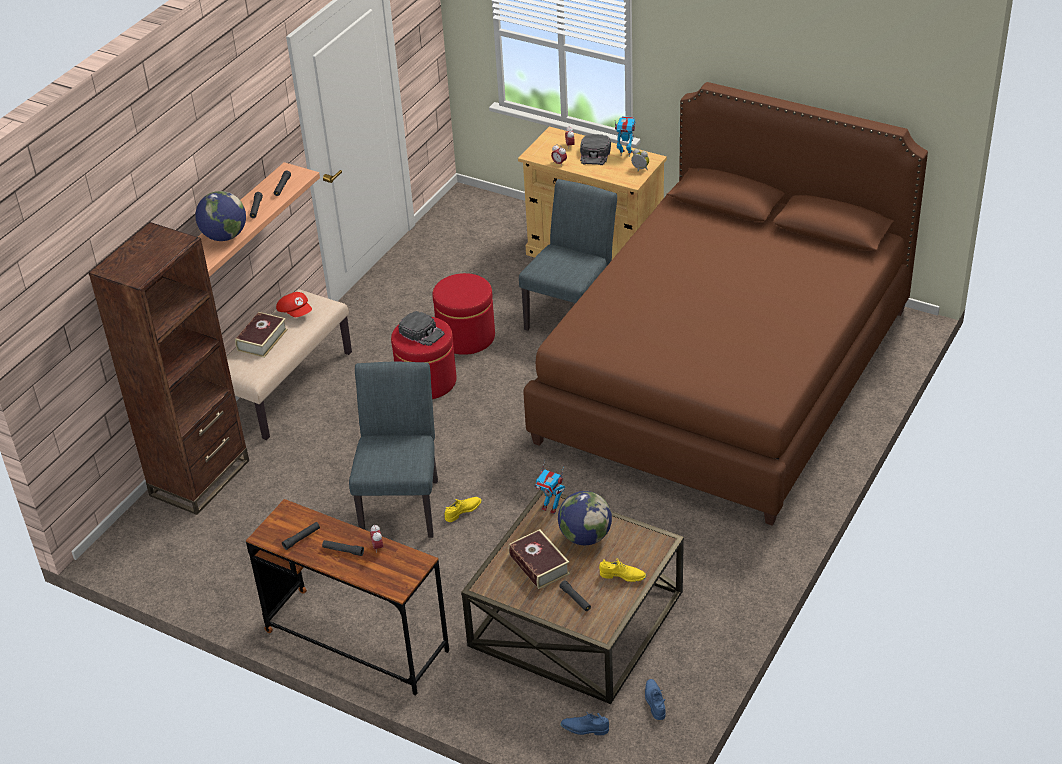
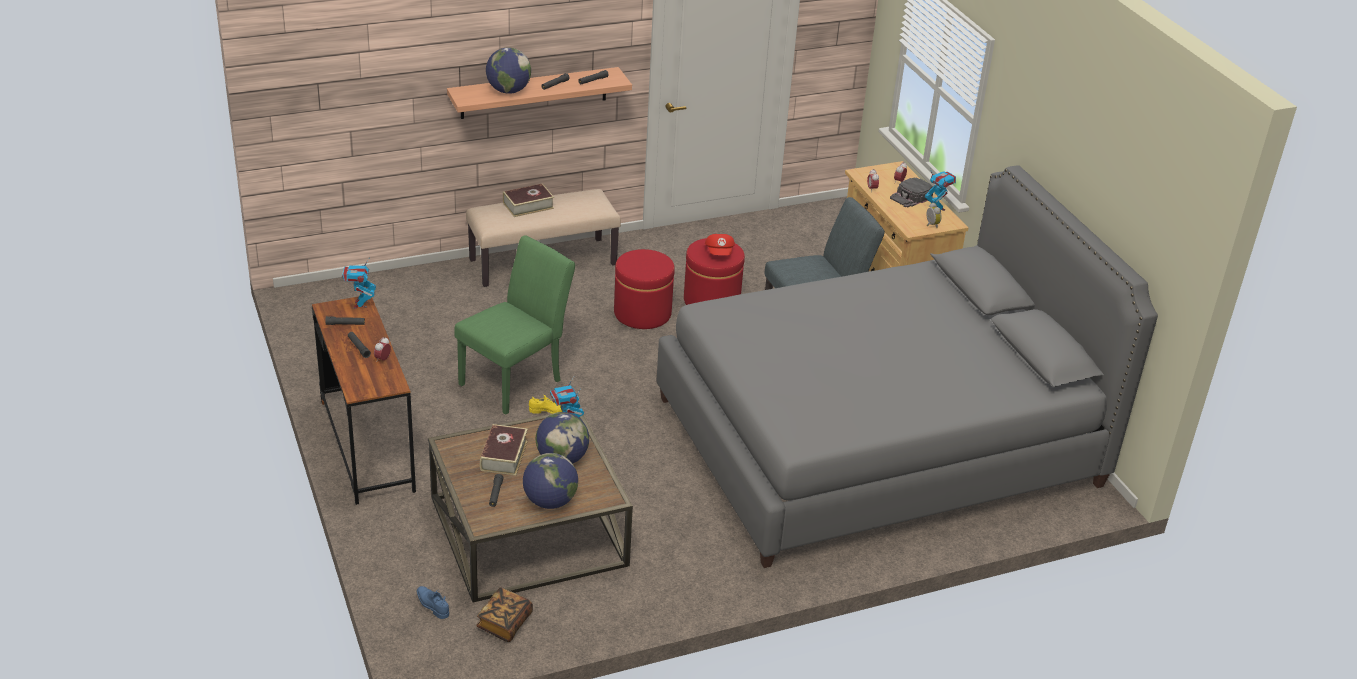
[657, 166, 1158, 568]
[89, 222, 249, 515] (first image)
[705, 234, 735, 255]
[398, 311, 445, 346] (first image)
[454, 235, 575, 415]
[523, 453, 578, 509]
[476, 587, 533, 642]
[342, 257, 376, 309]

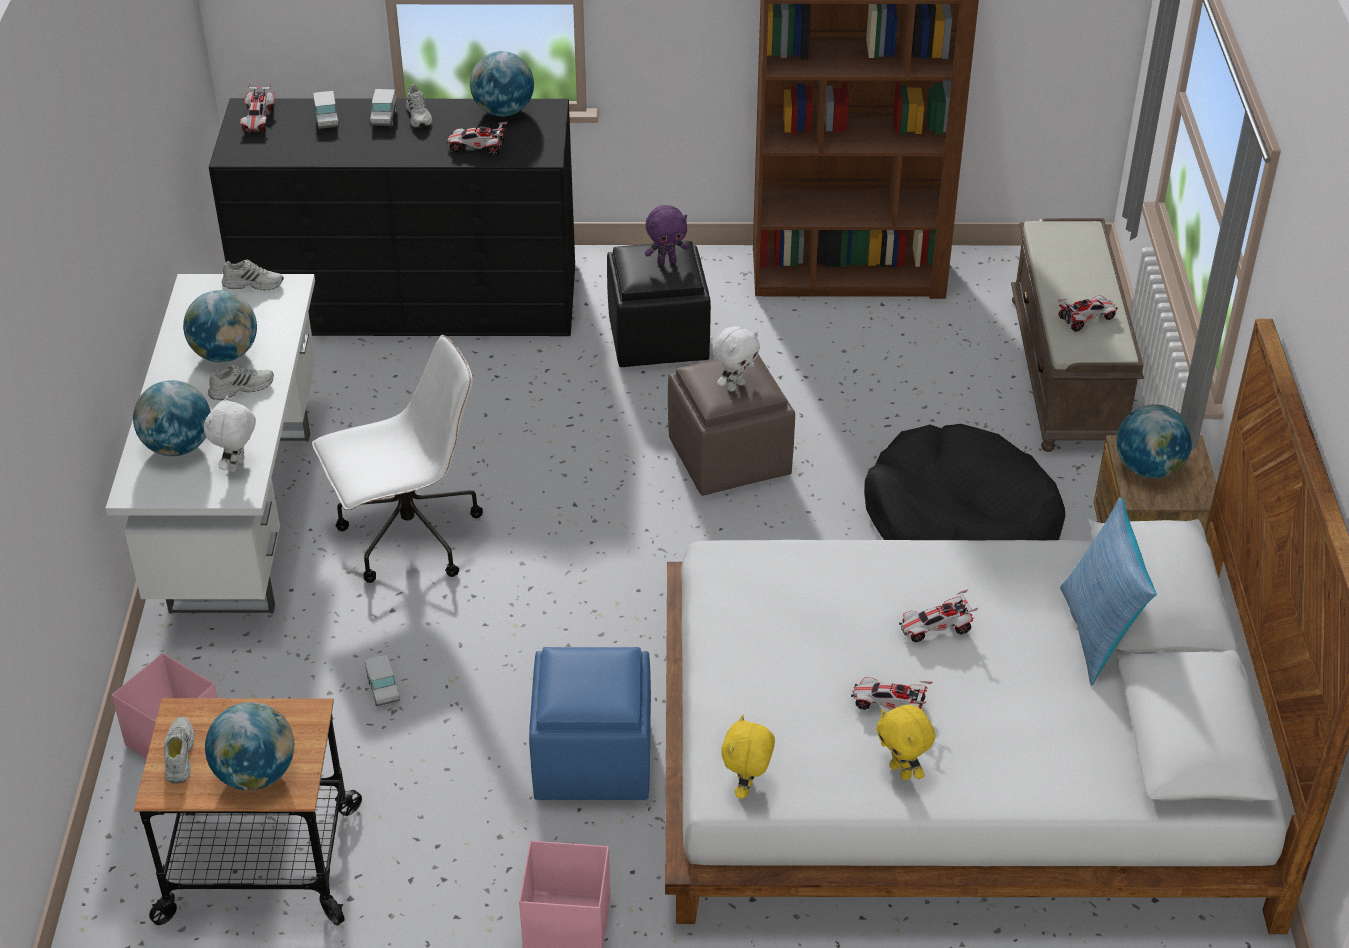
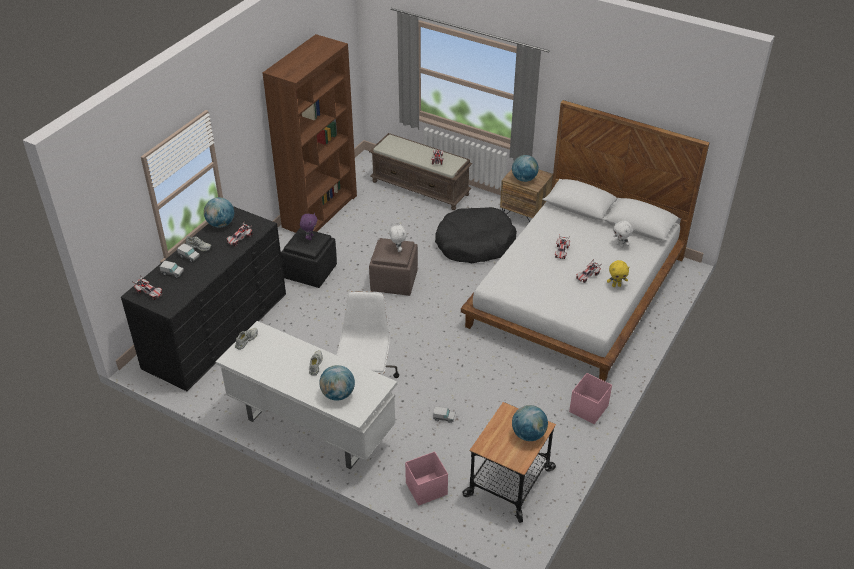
[183, 290, 257, 362] (first image)
[613, 221, 633, 248]
[1060, 497, 1157, 685] (first image)
[529, 647, 651, 800] (first image)
[722, 715, 775, 799] (first image)
[164, 717, 195, 783] (first image)

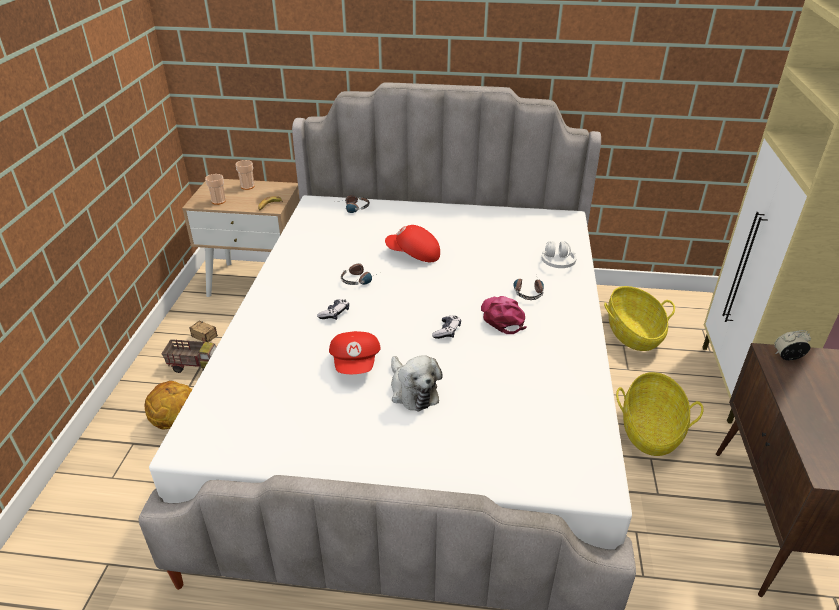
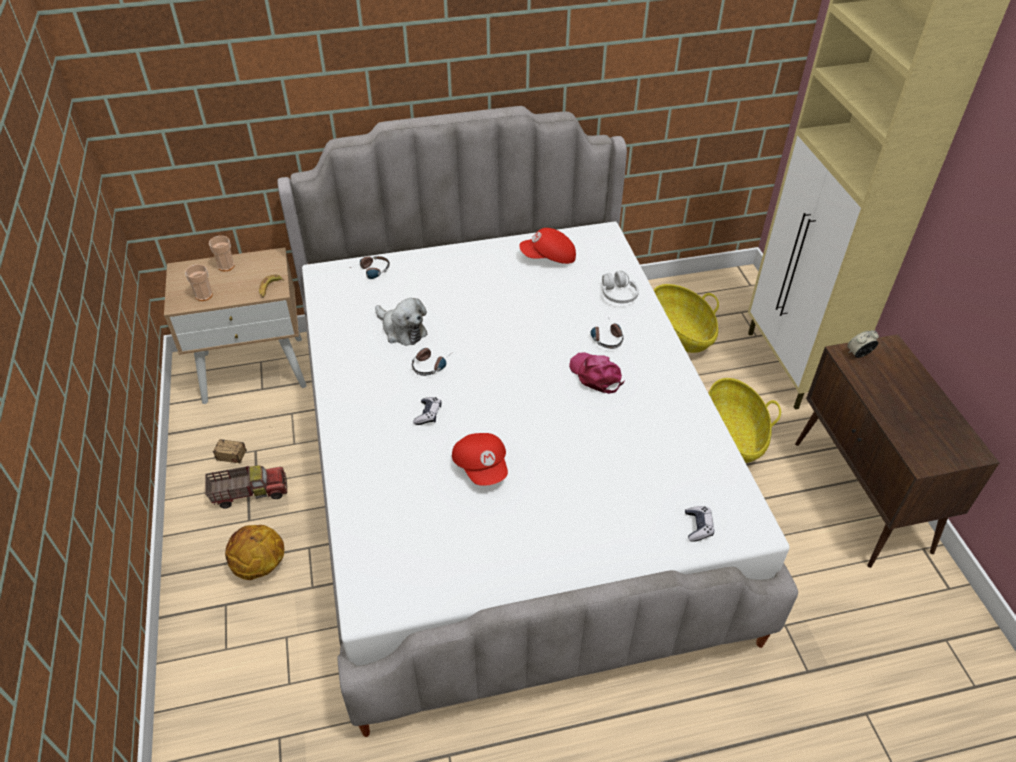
[519, 228, 576, 264]
[685, 506, 714, 542]
[375, 298, 427, 346]

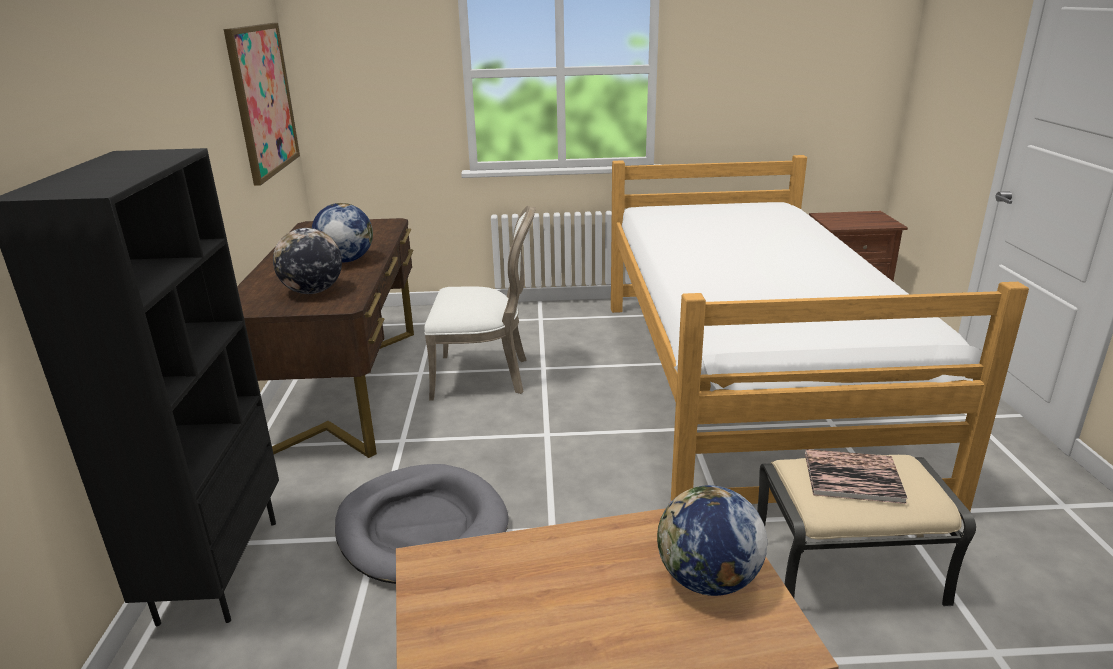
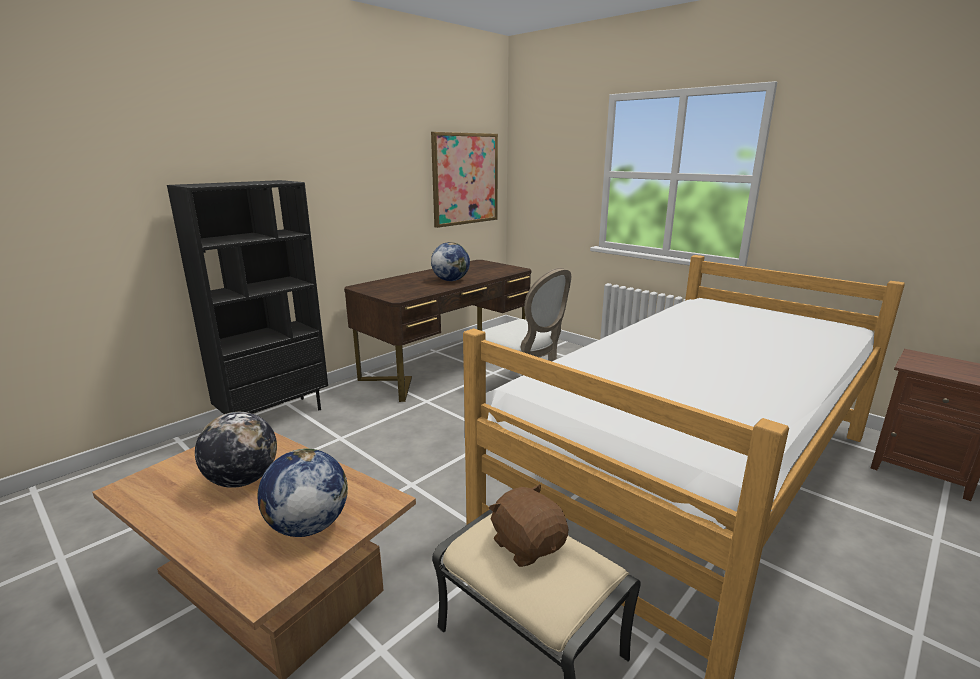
[195, 412, 277, 488]
[489, 484, 569, 567]
[335, 464, 509, 584] (first image)

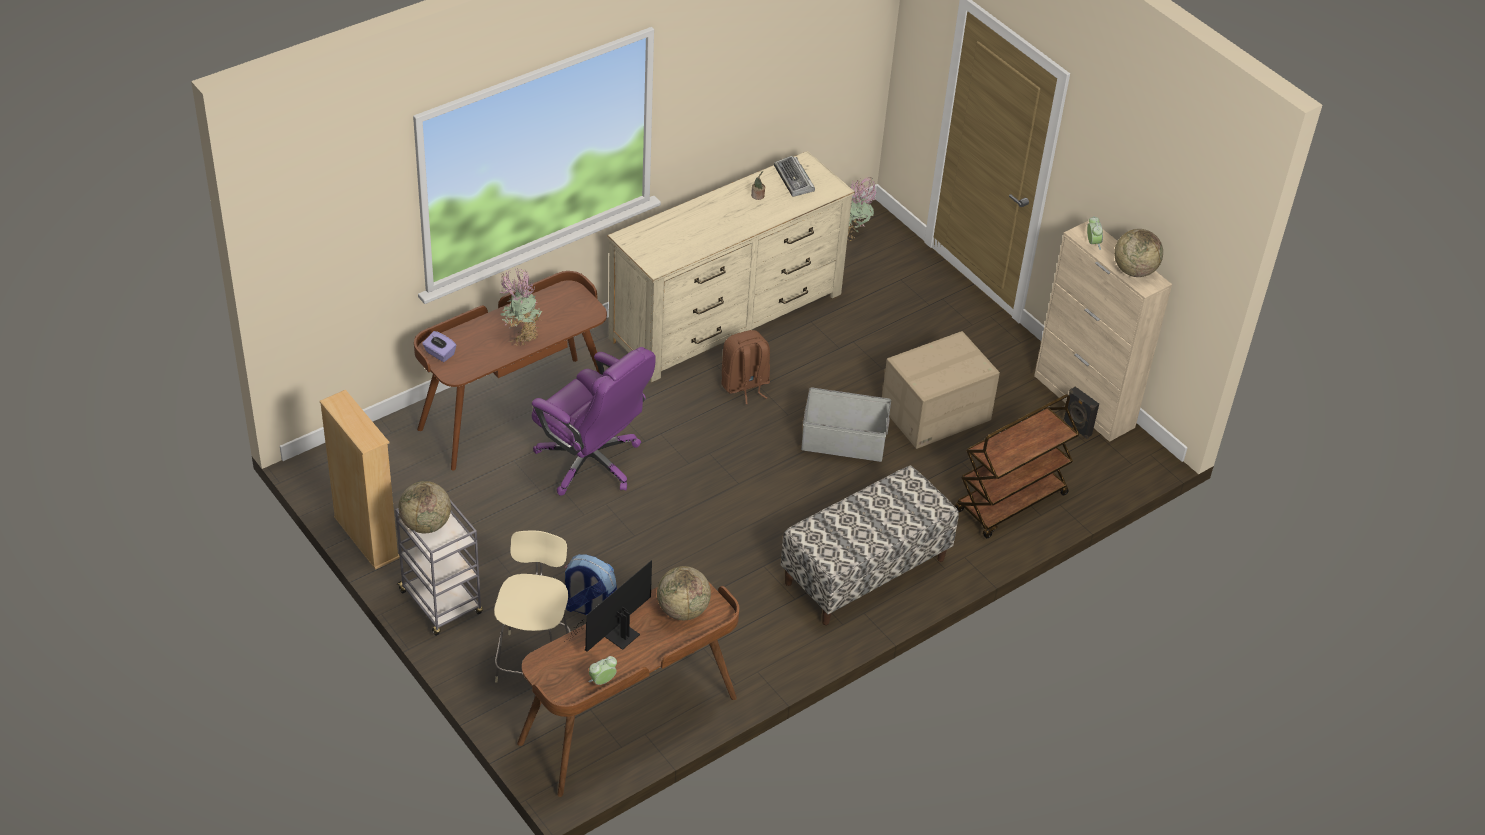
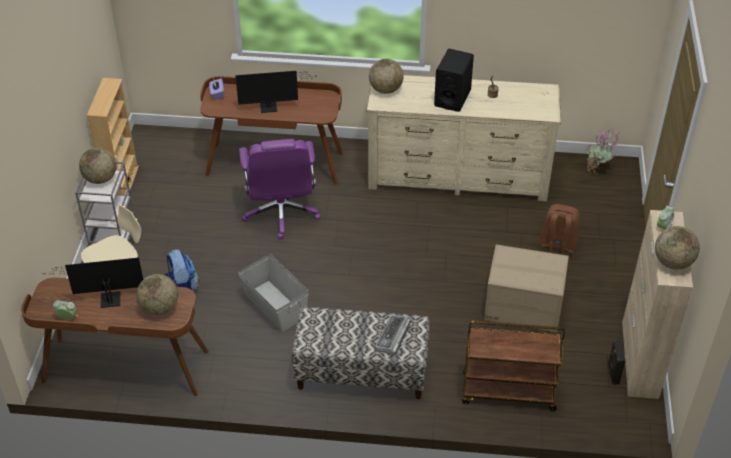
[374, 315, 412, 355]
[235, 71, 317, 113]
[540, 204, 580, 255]
[238, 254, 309, 332]
[434, 49, 474, 112]
[369, 59, 403, 94]

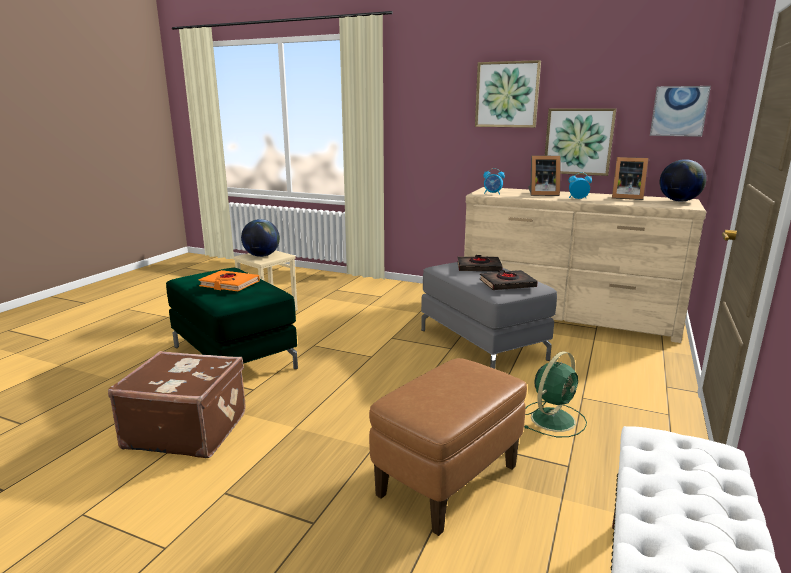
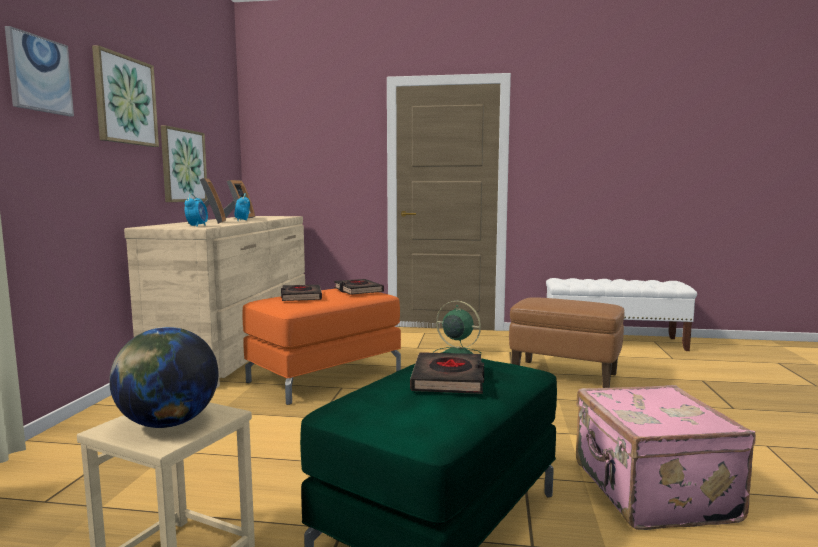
[5, 26, 74, 116]
[659, 159, 707, 202] (first image)
[242, 289, 401, 405]
[410, 352, 484, 394]
[576, 385, 756, 530]

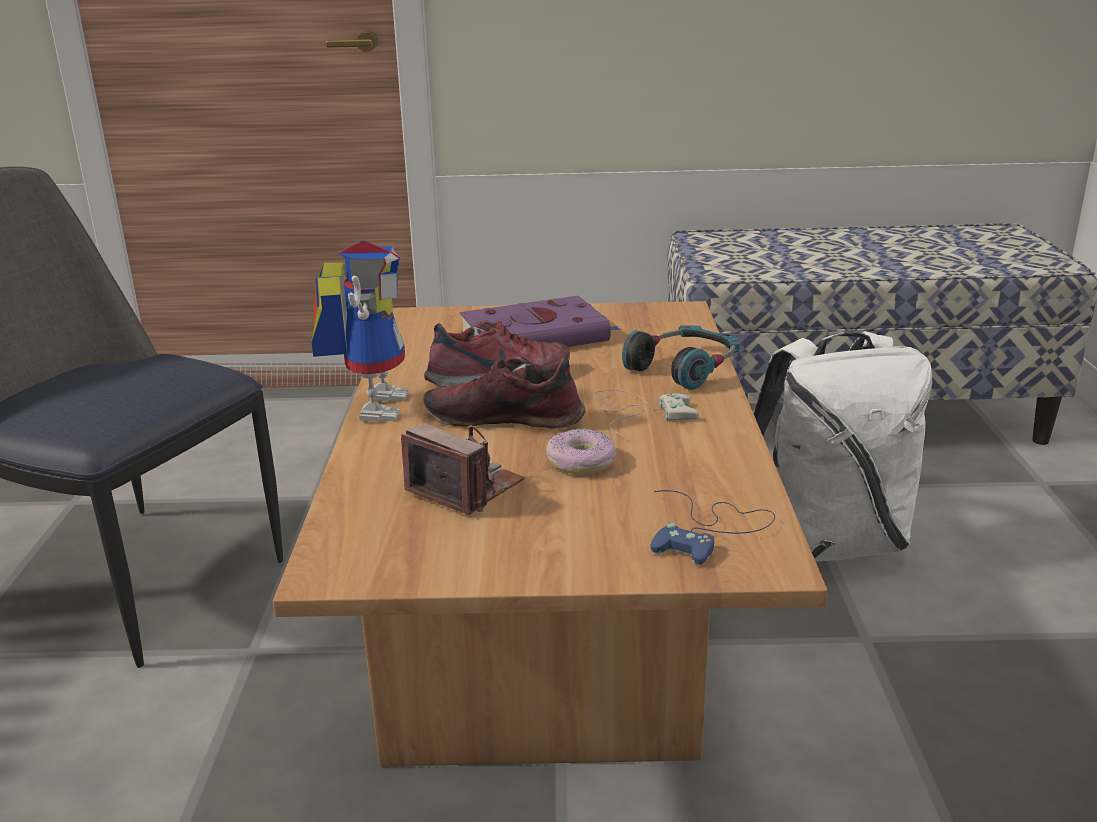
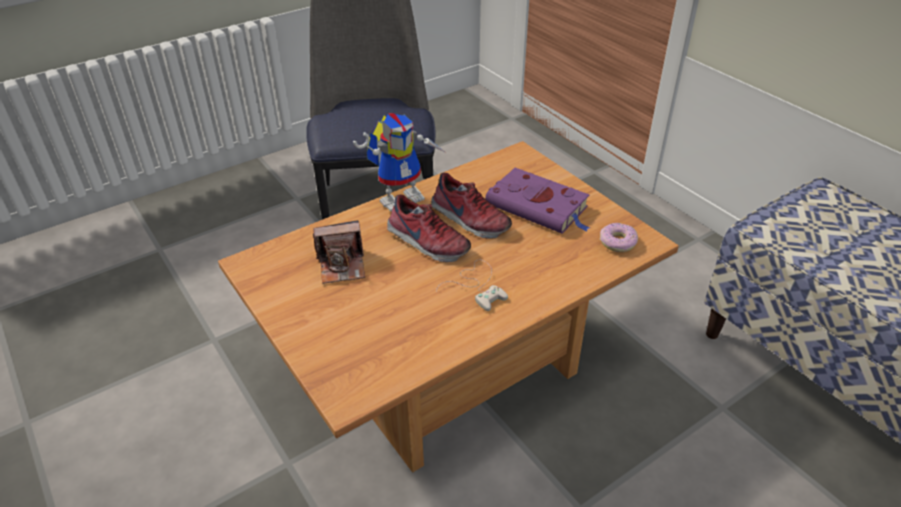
[622, 325, 740, 390] (first image)
[753, 331, 932, 562] (first image)
[387, 195, 471, 262]
[313, 220, 365, 284]
[600, 223, 638, 252]
[651, 490, 775, 565] (first image)

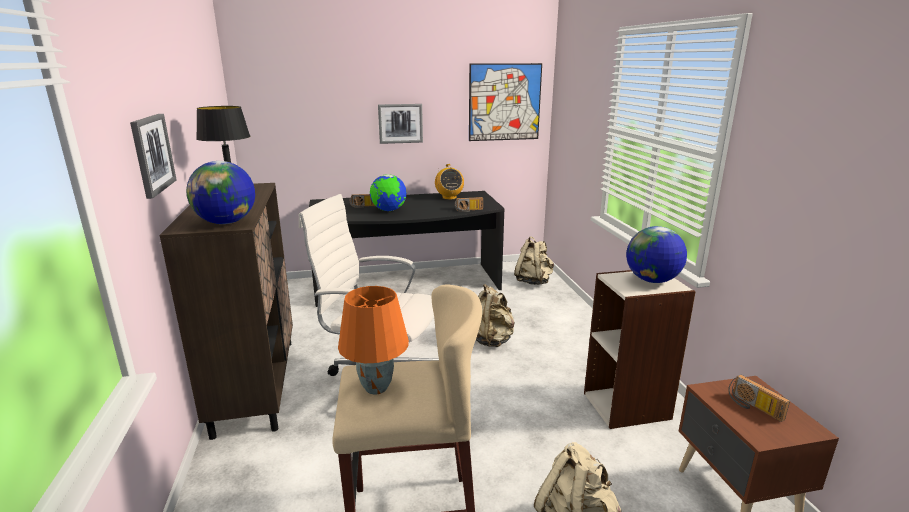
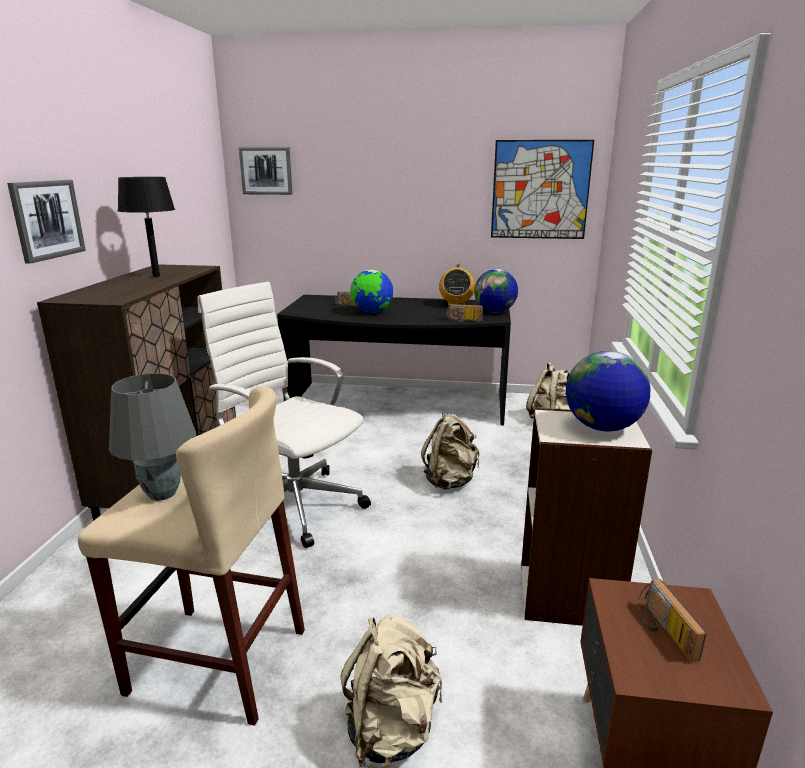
[239, 147, 292, 195]
[474, 269, 518, 313]
[109, 373, 196, 501]

